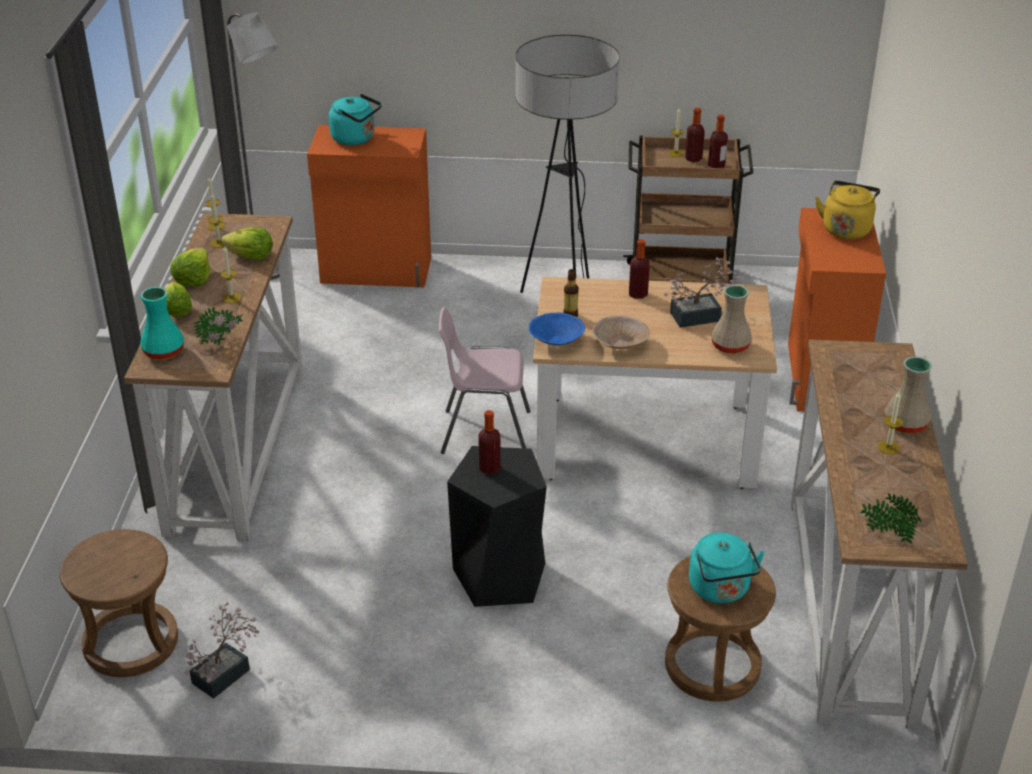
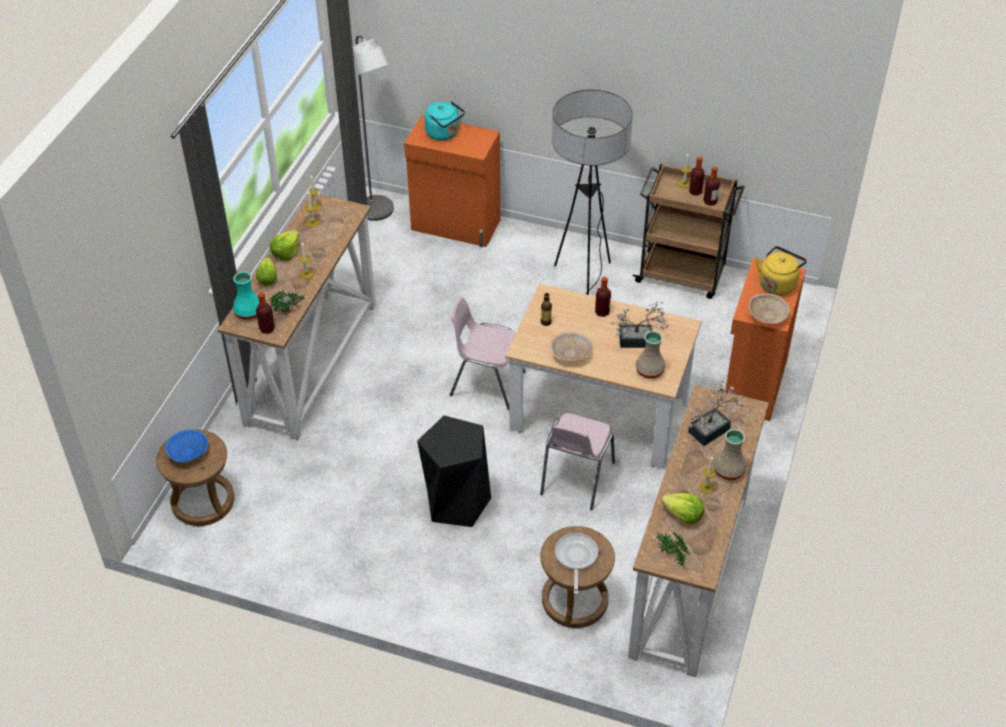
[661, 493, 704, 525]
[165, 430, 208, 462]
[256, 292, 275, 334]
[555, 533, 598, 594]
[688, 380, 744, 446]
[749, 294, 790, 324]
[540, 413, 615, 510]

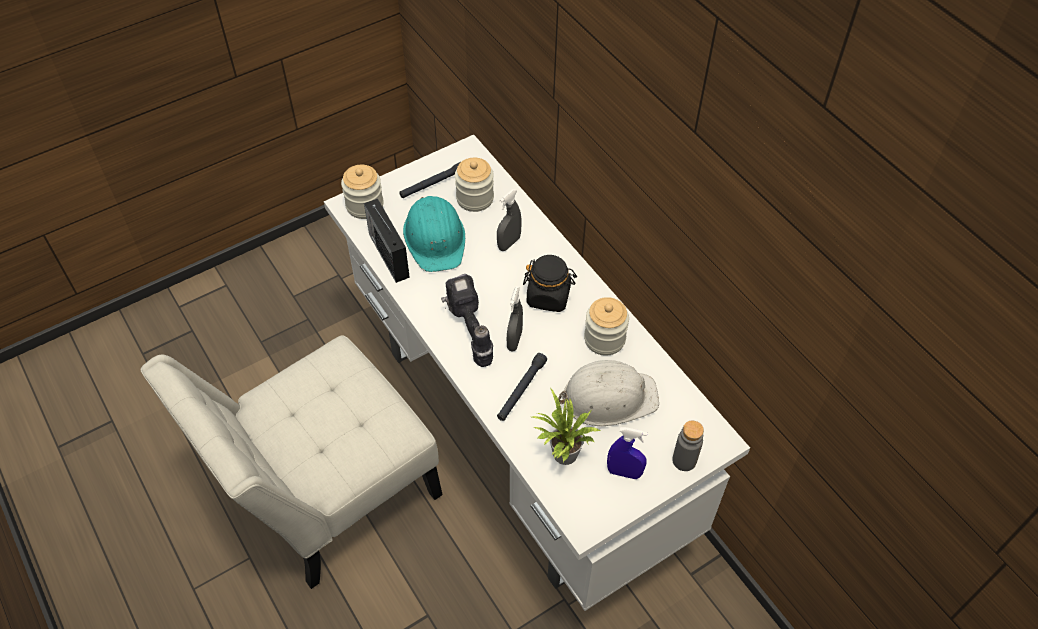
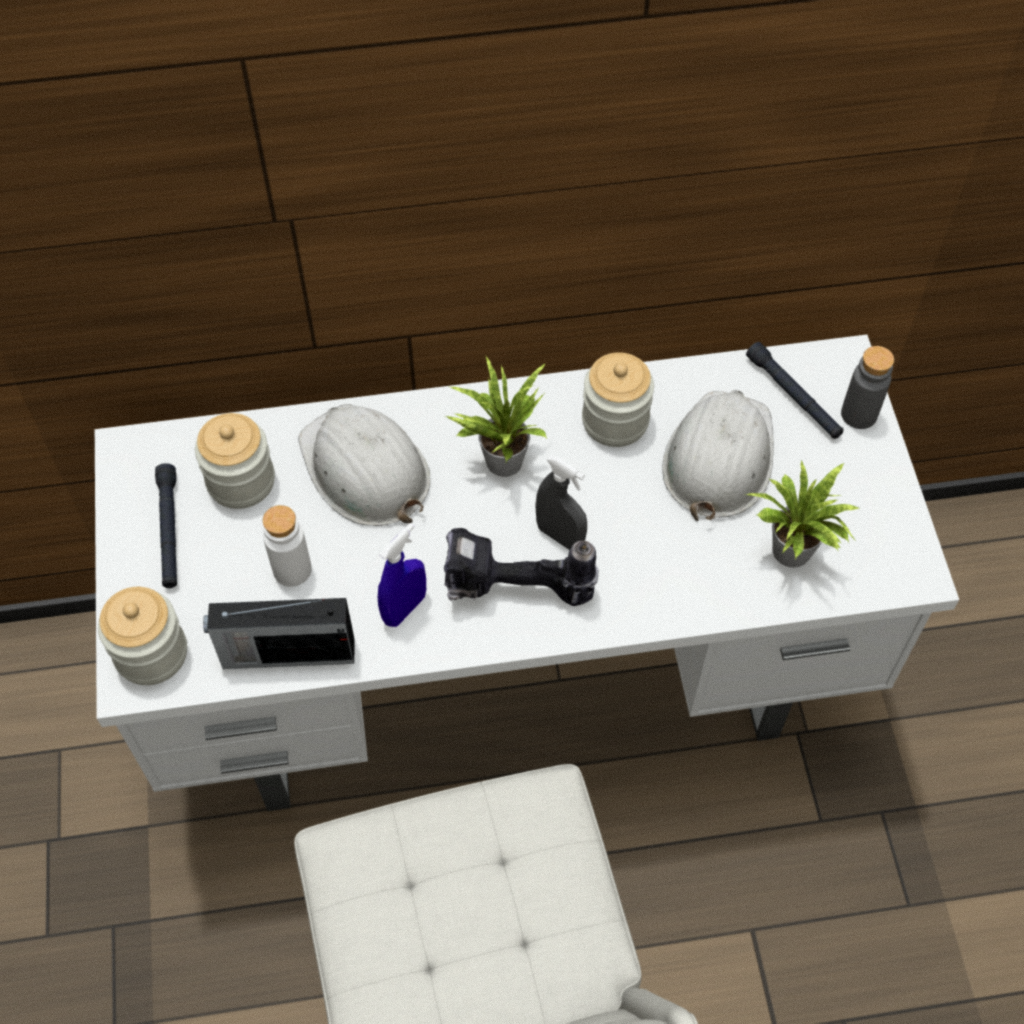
[298, 404, 430, 526]
[263, 505, 312, 587]
[445, 357, 547, 477]
[746, 342, 843, 439]
[378, 523, 426, 627]

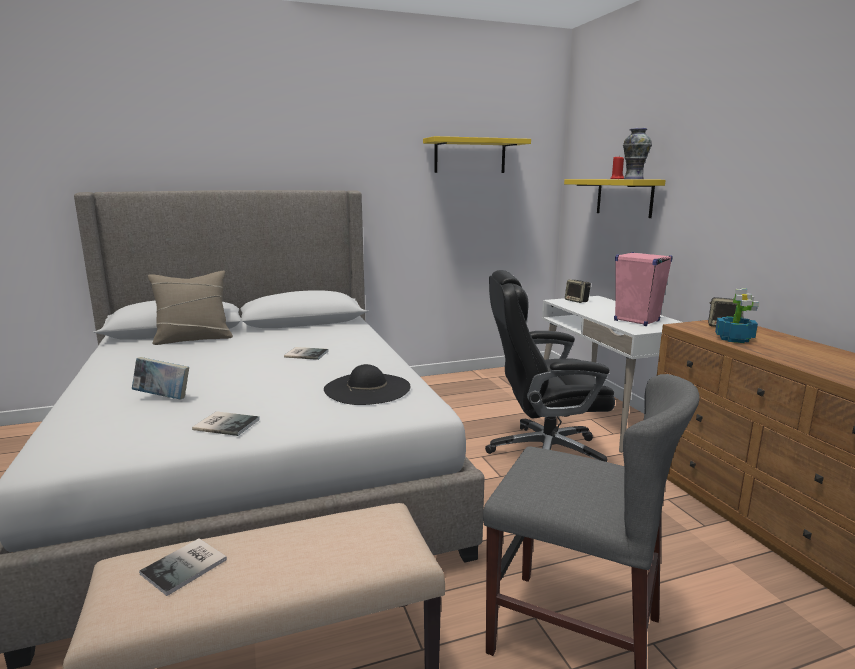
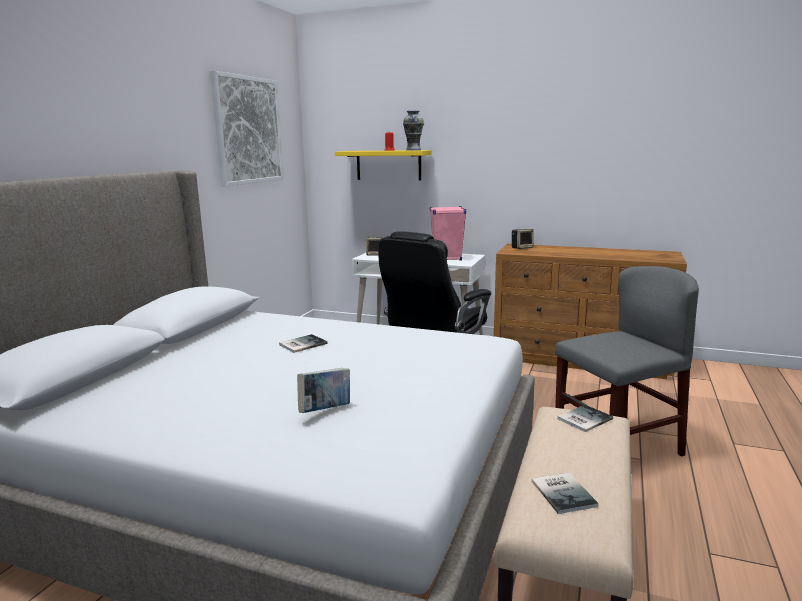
[210, 71, 283, 187]
[148, 271, 233, 345] (first image)
[715, 288, 759, 343] (first image)
[324, 364, 410, 405] (first image)
[557, 405, 613, 432]

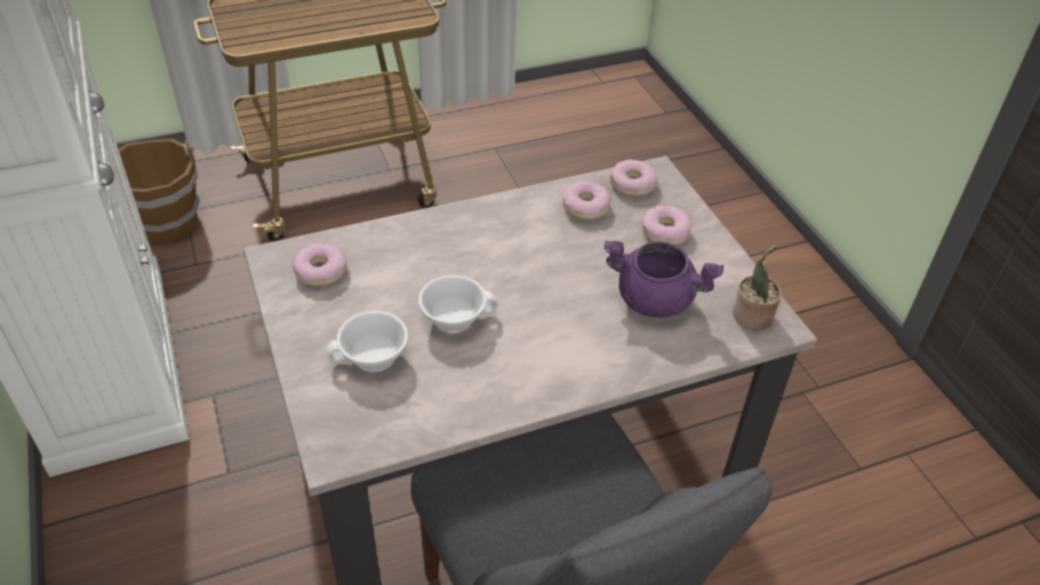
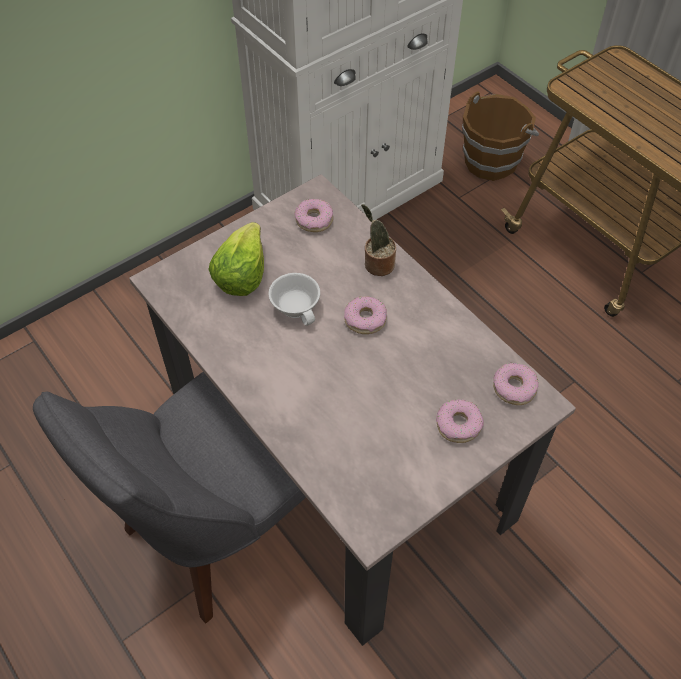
[344, 296, 387, 334]
[604, 241, 724, 318] (first image)
[361, 204, 396, 276]
[208, 222, 264, 296]

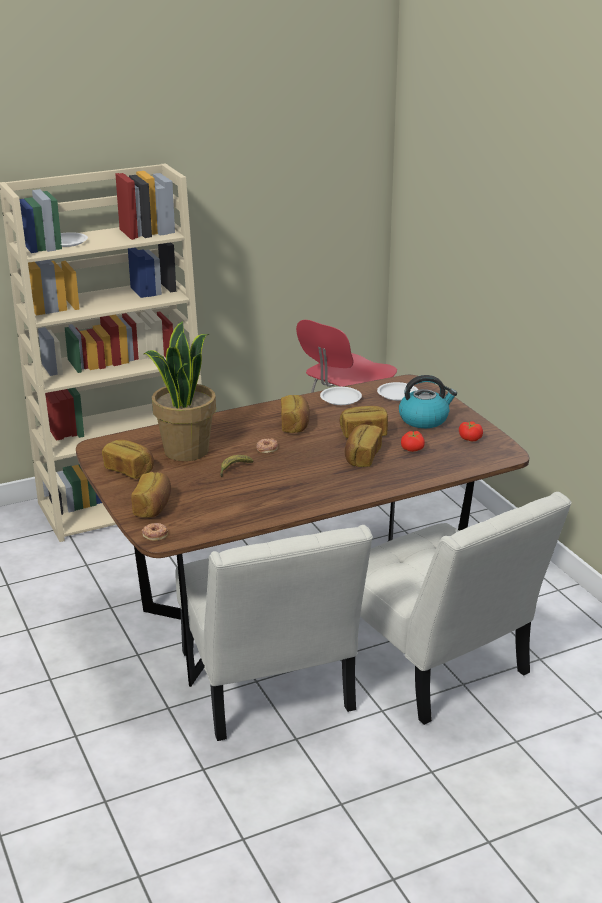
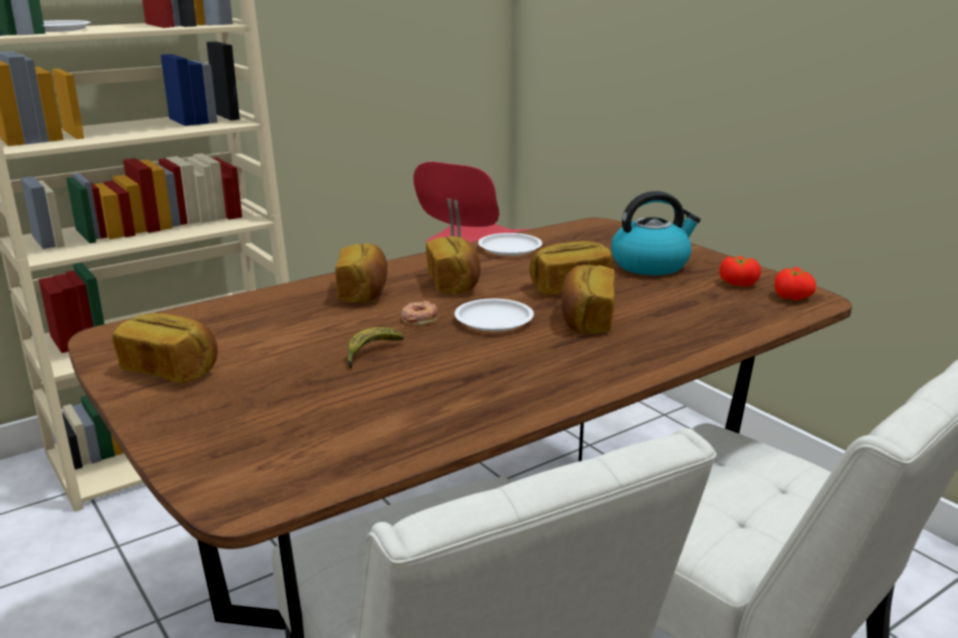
[144, 321, 216, 461] (first image)
[454, 299, 534, 331]
[774, 267, 816, 301]
[335, 243, 387, 302]
[142, 523, 168, 541] (first image)

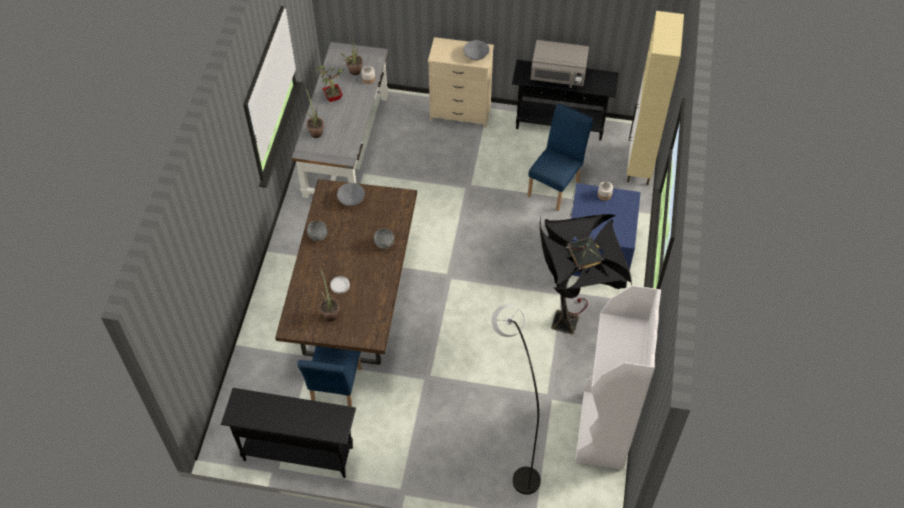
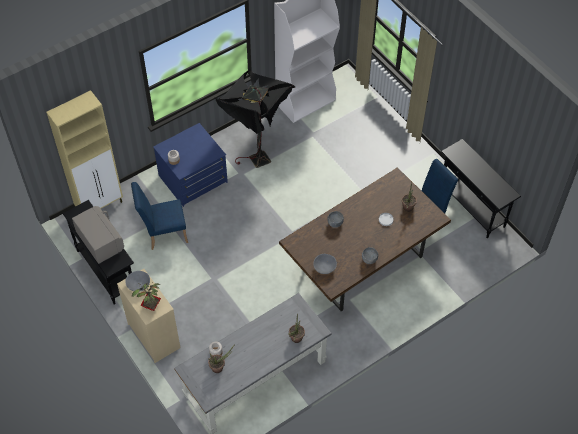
[132, 281, 161, 311]
[492, 304, 541, 495] (first image)

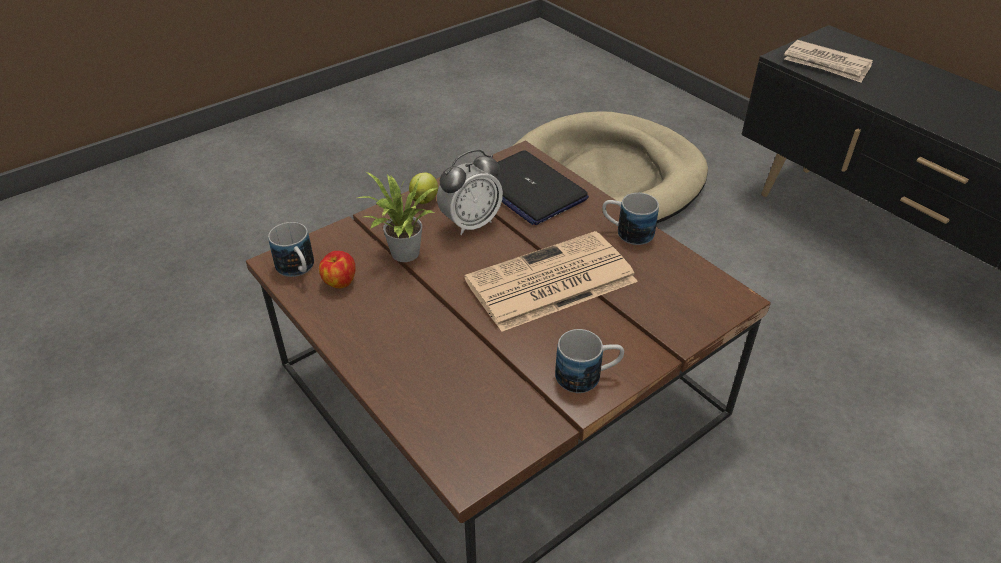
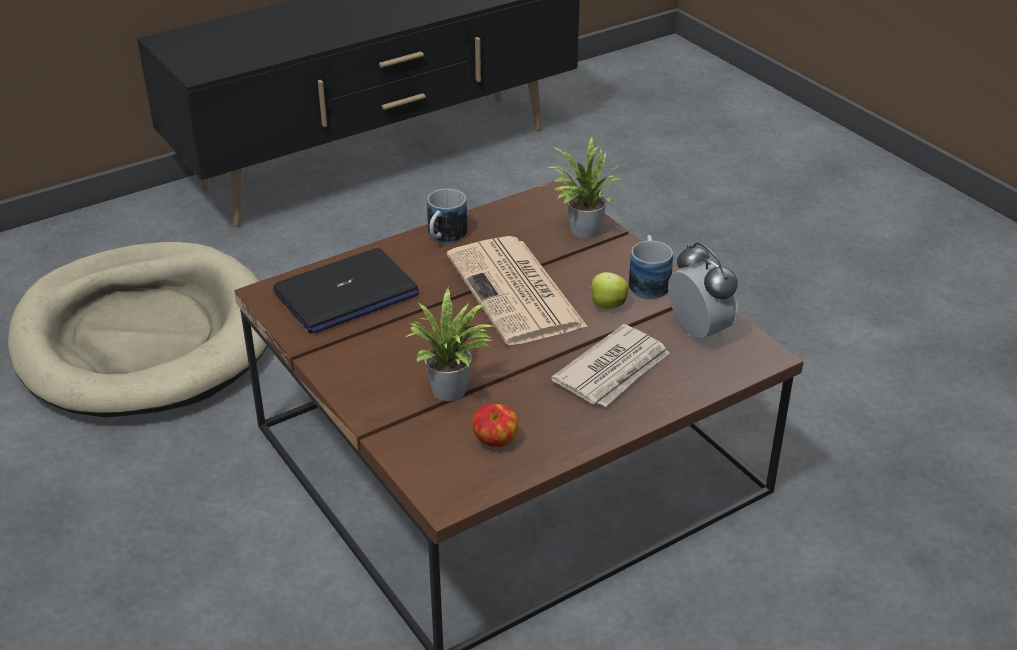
[551, 324, 669, 407]
[668, 242, 738, 340]
[587, 272, 629, 309]
[268, 222, 314, 277] (first image)
[547, 136, 621, 239]

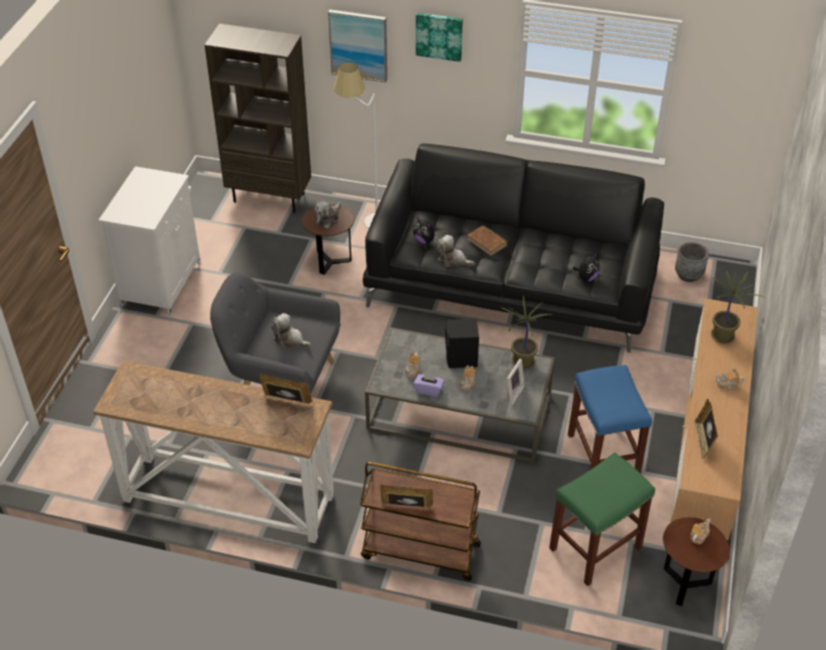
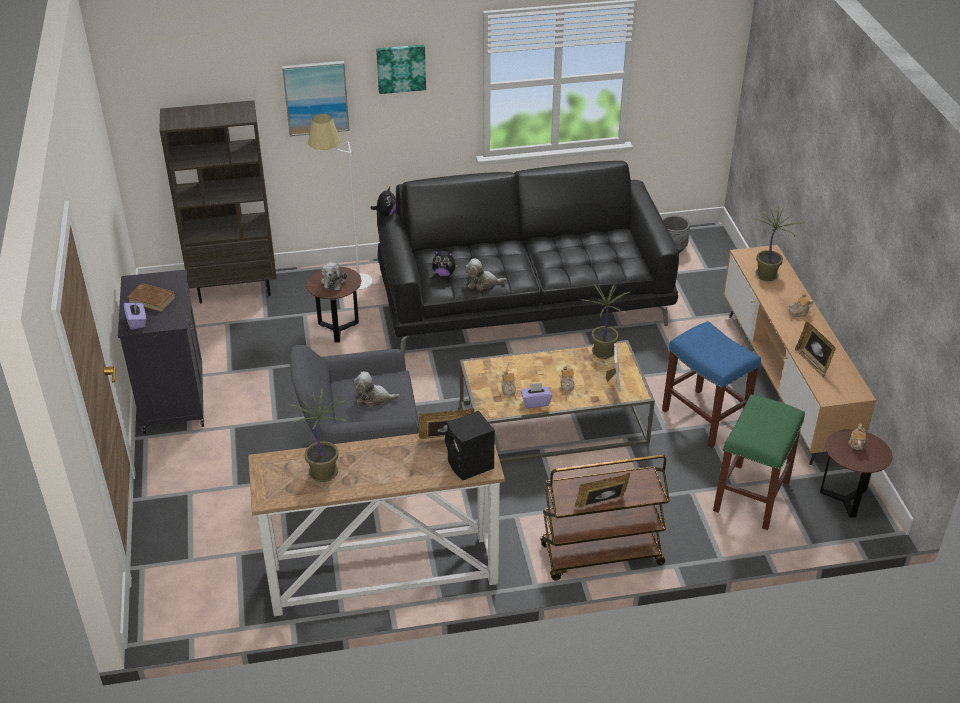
[118, 269, 204, 434]
[127, 283, 176, 312]
[370, 187, 397, 216]
[445, 411, 495, 480]
[459, 340, 655, 463]
[124, 302, 146, 330]
[287, 387, 348, 482]

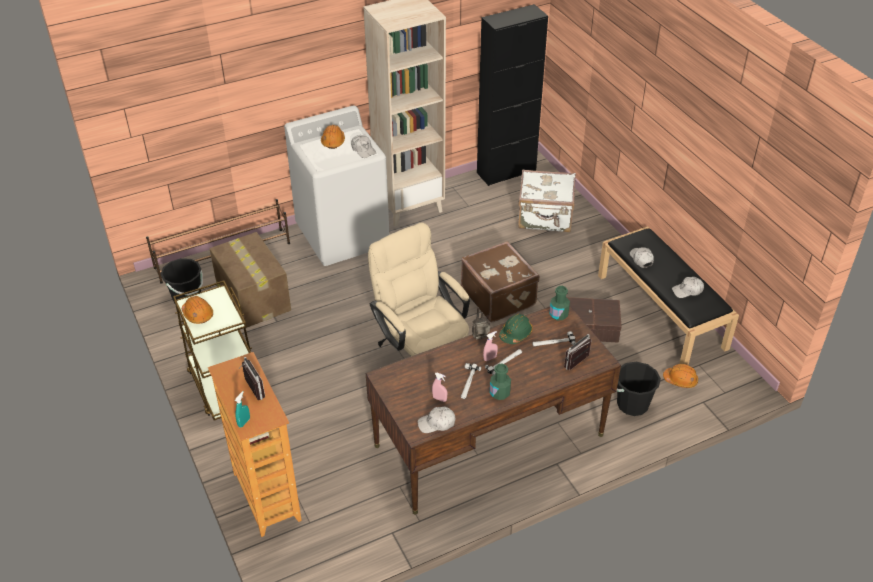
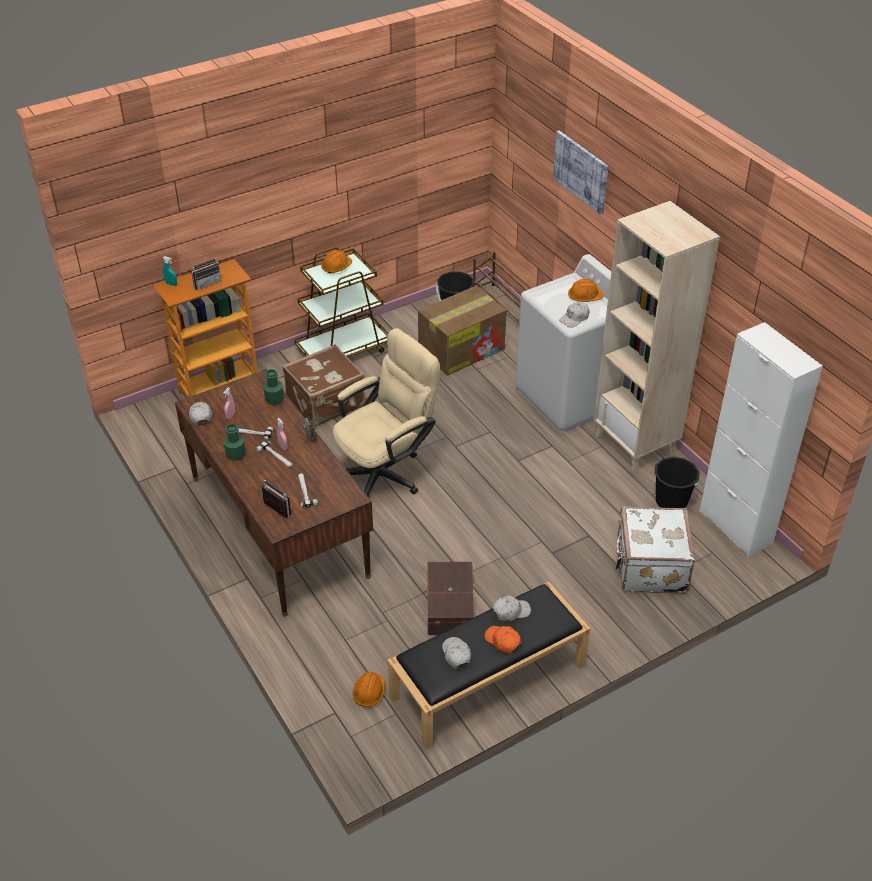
[699, 322, 823, 557]
[282, 344, 365, 427]
[263, 369, 284, 405]
[499, 314, 533, 344] (first image)
[654, 457, 700, 508]
[553, 130, 608, 215]
[484, 626, 521, 654]

